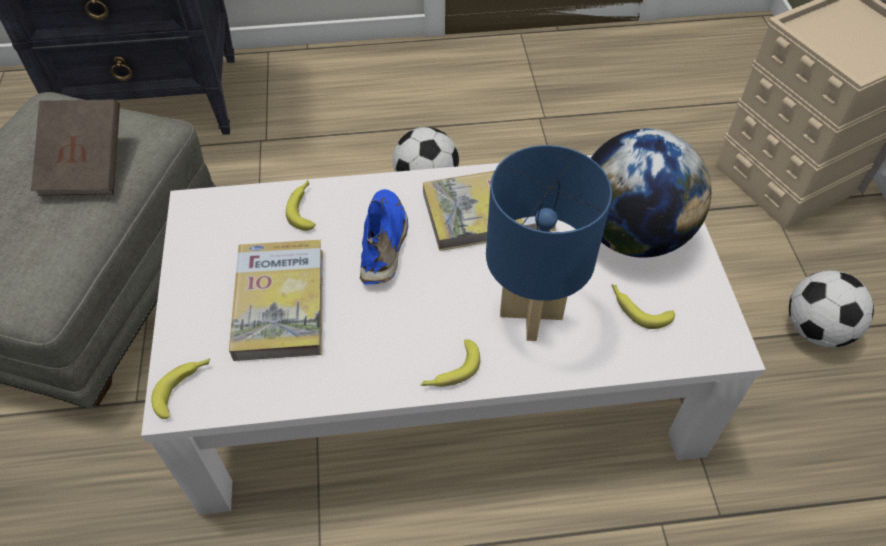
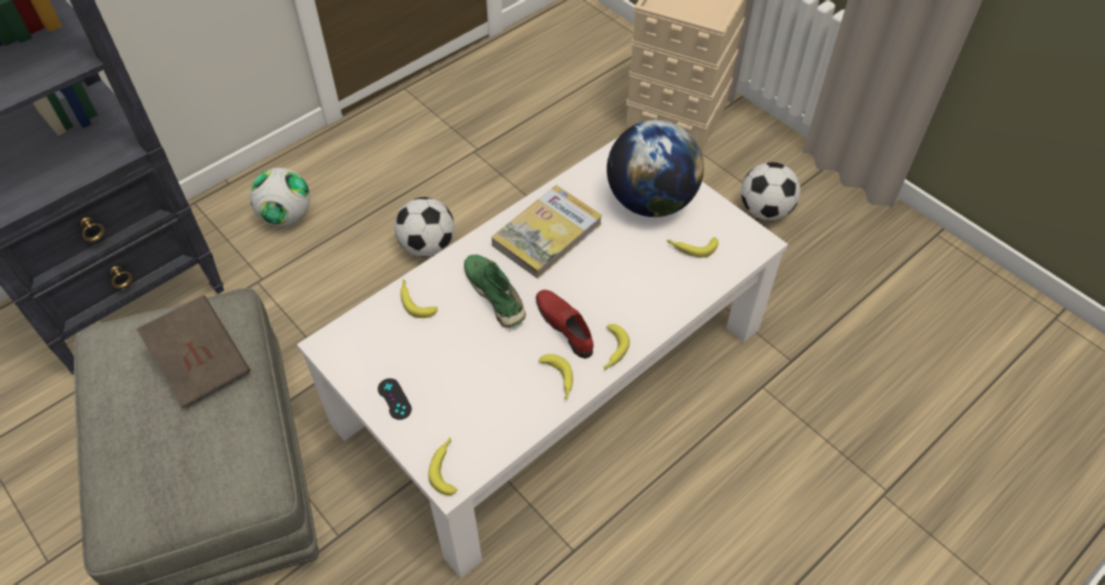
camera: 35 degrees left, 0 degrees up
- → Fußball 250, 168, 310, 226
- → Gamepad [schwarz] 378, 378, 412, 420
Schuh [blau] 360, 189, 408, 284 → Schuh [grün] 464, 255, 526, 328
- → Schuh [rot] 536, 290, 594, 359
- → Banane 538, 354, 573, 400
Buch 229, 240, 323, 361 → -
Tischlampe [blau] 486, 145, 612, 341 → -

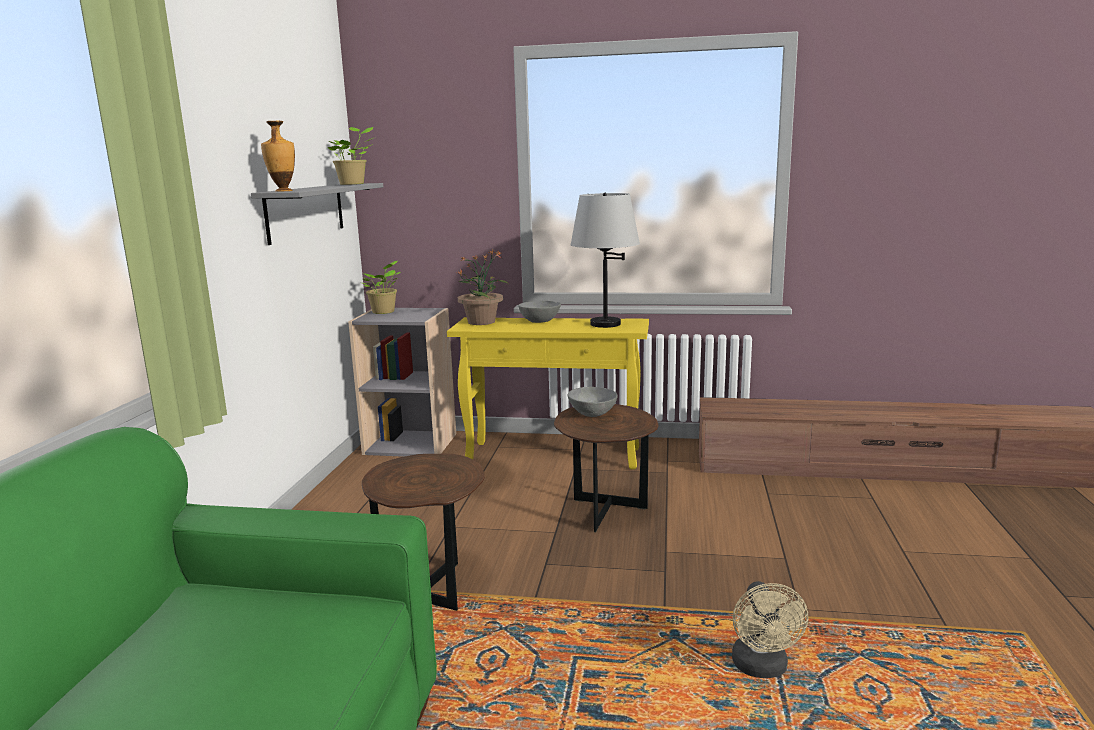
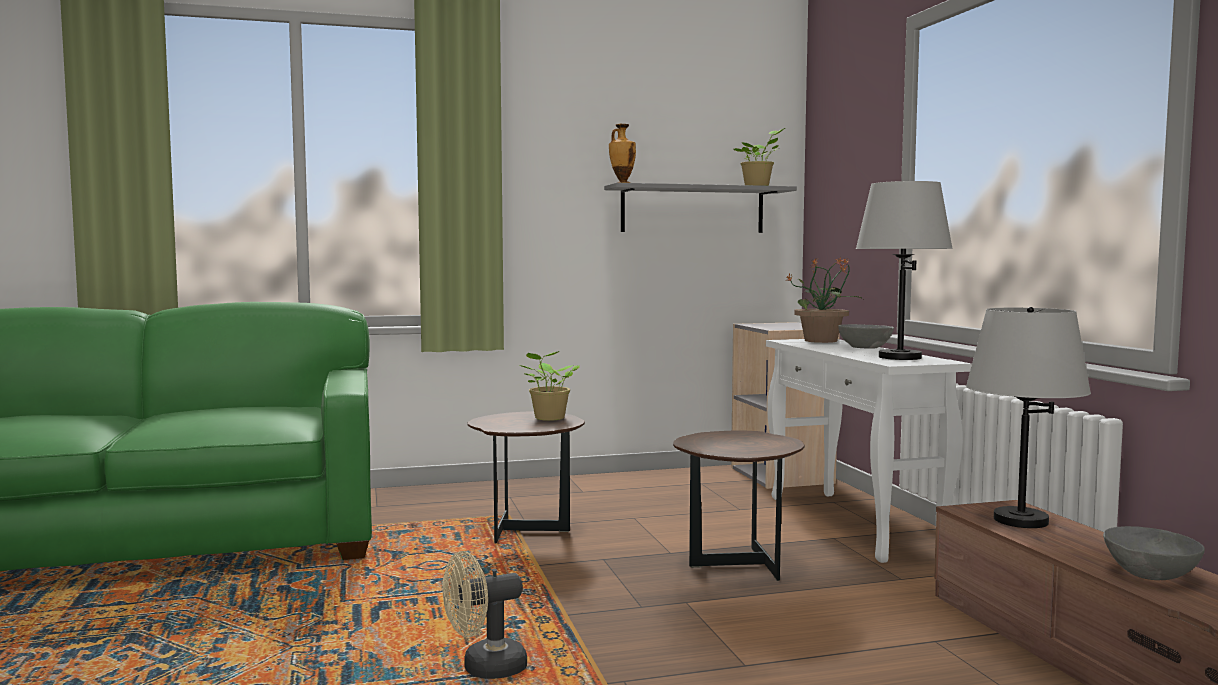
camera: 65 degrees right, 10 degrees down
Topfpflanze 363, 260, 400, 314 → Topfpflanze 519, 351, 580, 421, moved
Konsolentisch [gelb] 447, 317, 649, 469 → Konsolentisch [weiß] 766, 339, 972, 563
- → Tischlampe [grau] 966, 307, 1091, 528
Schüssel [grau] 568, 387, 618, 417 → Schüssel [grau] 1103, 526, 1205, 580, moved

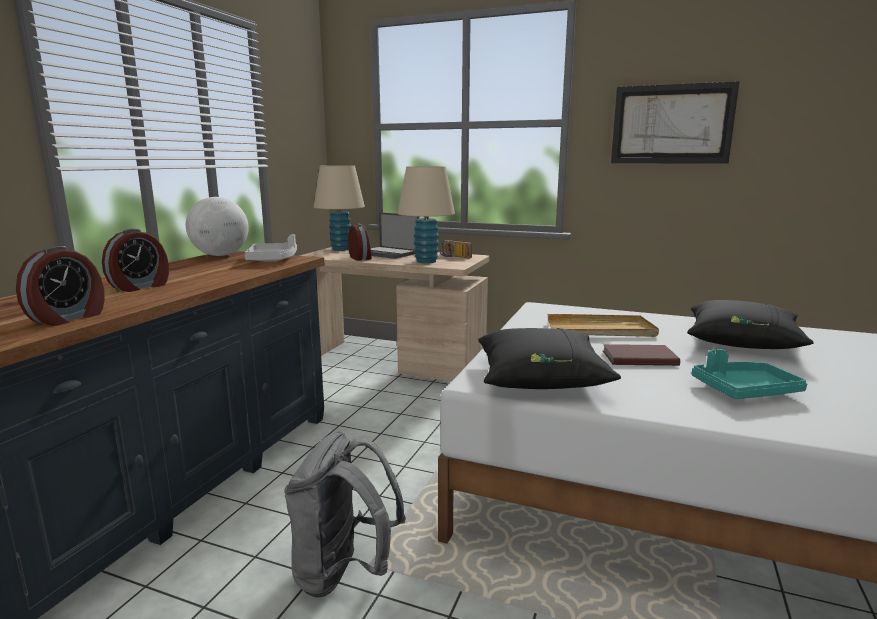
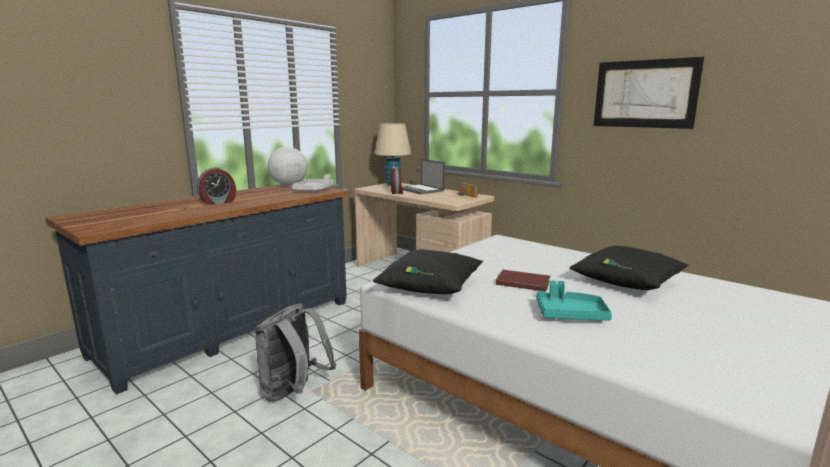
camera: 20 degrees right, 0 degrees up
Wecker 16, 246, 105, 326 → -
Tischlampe [beige] 398, 166, 455, 263 → -
Tablett [beige] 548, 314, 659, 337 → -

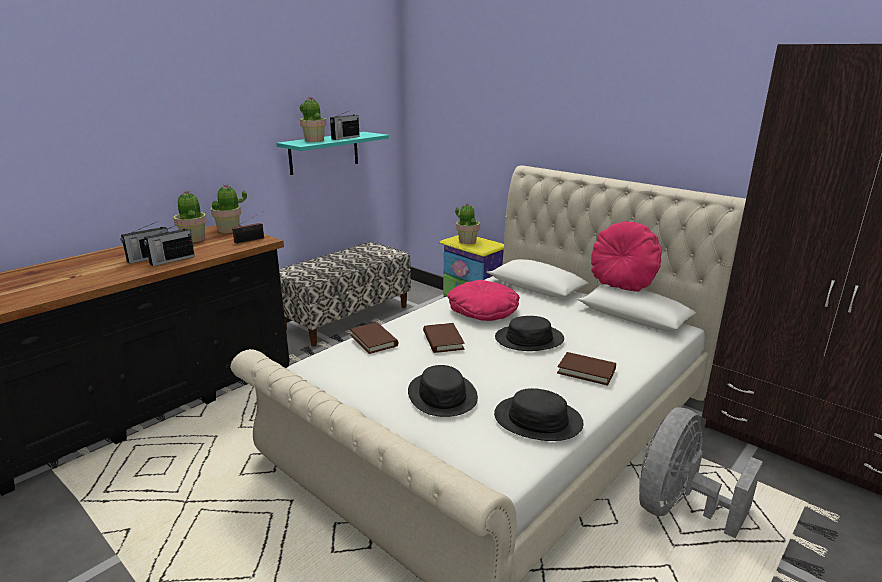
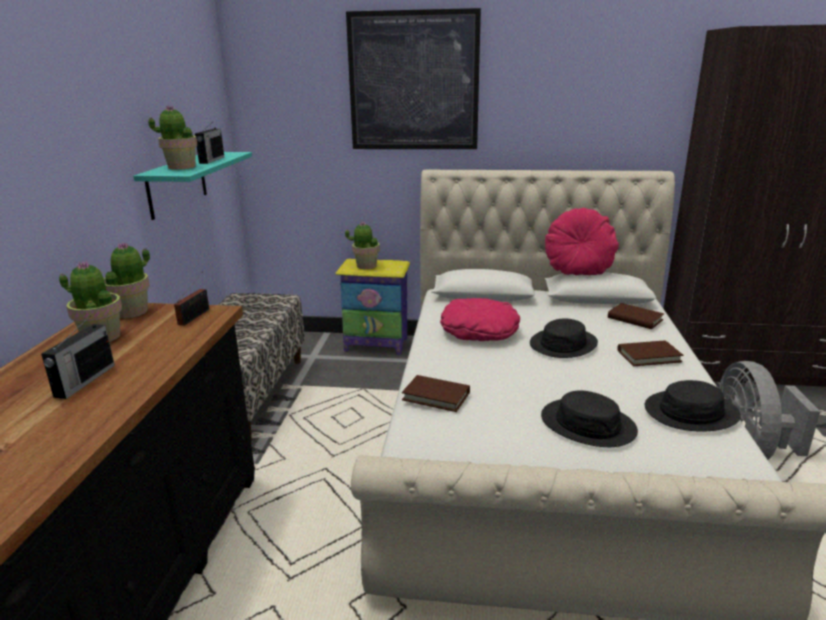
camera: 35 degrees left, 0 degrees up
- → Bild 346, 8, 481, 149
Buch [braun] 423, 323, 465, 353 → Buch [braun] 608, 303, 664, 329, moved
Radio 144, 224, 195, 266 → -

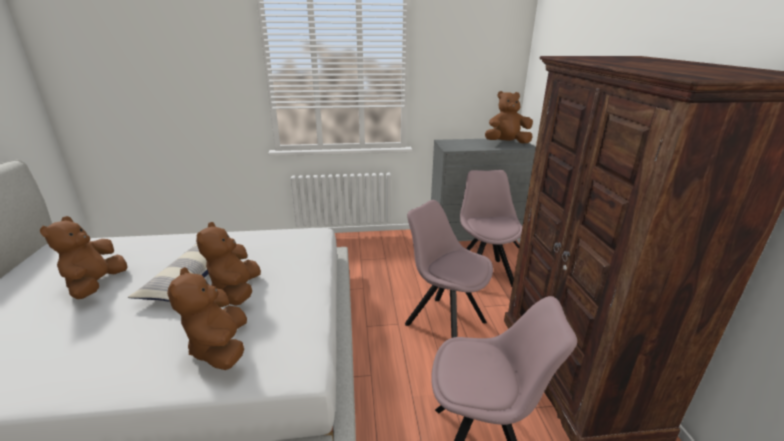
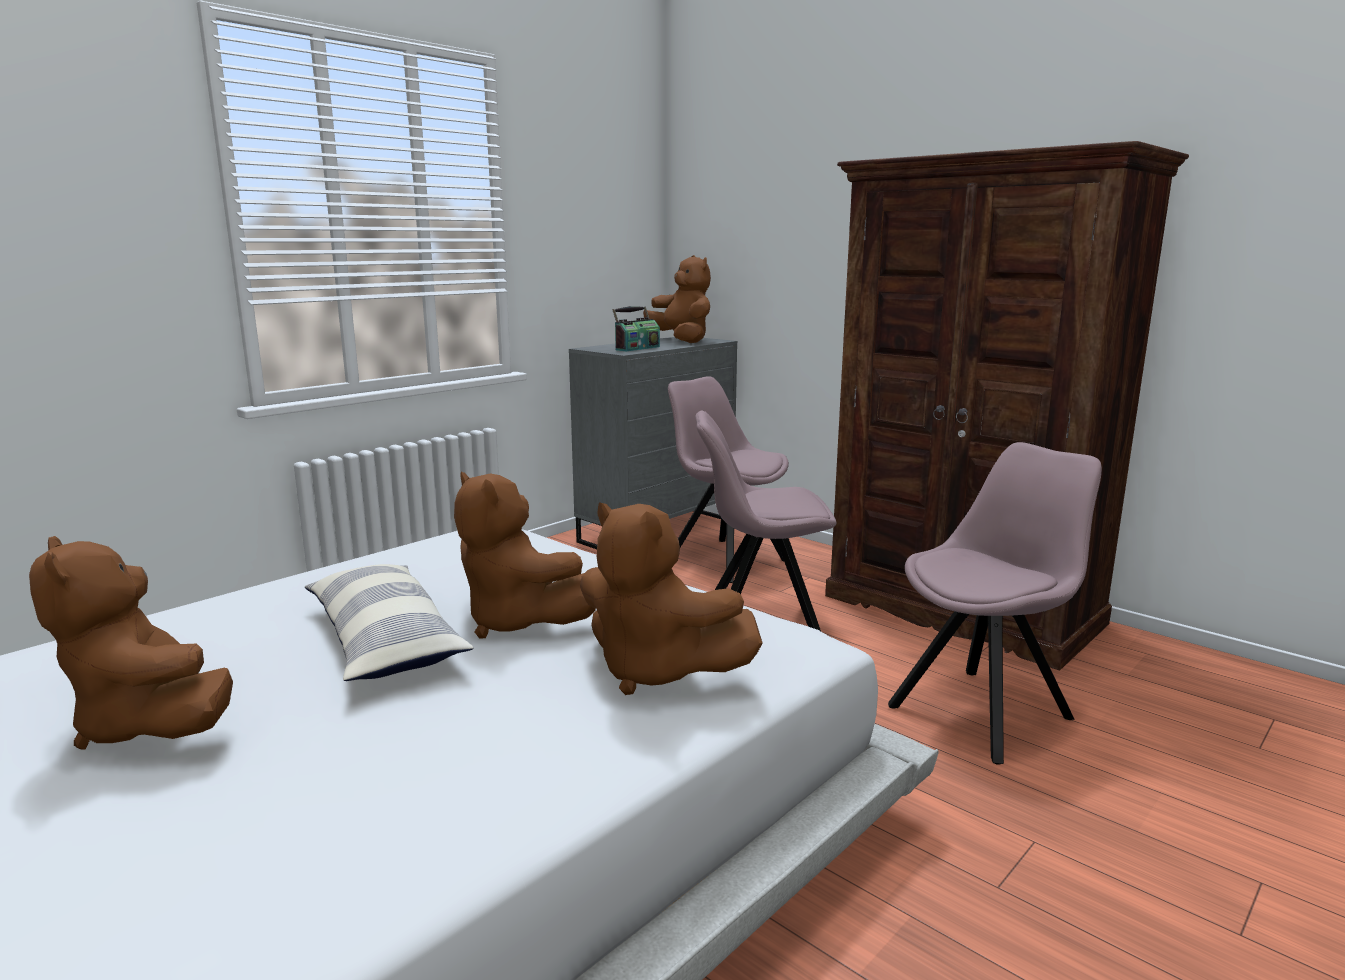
camera: 40 degrees left, 10 degrees down
- → Radio 613, 306, 660, 351
Plüschtier [braun] 485, 91, 533, 143 → Plüschtier [braun] 643, 255, 711, 343, 105 degrees clockwise

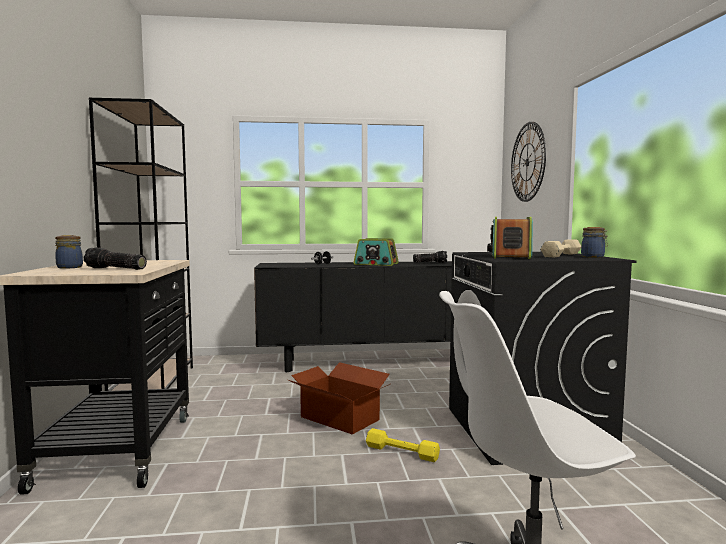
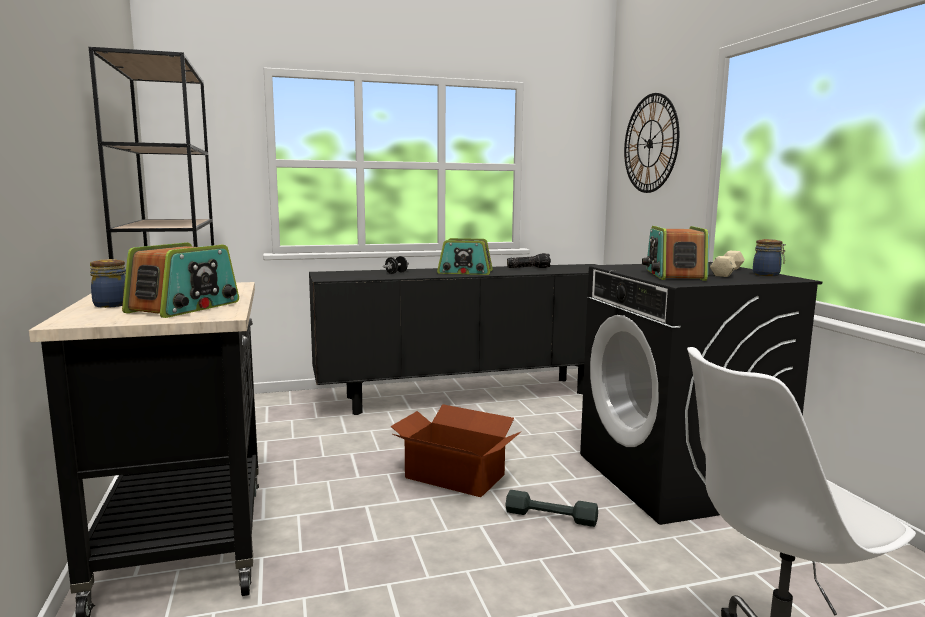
camera: 10 degrees left, 5 degrees up
Taschenlampe 84, 247, 147, 270 → Radio 122, 242, 239, 318
Hantel [gelb] 366, 428, 440, 462 → Hantel [grau] 506, 490, 598, 527

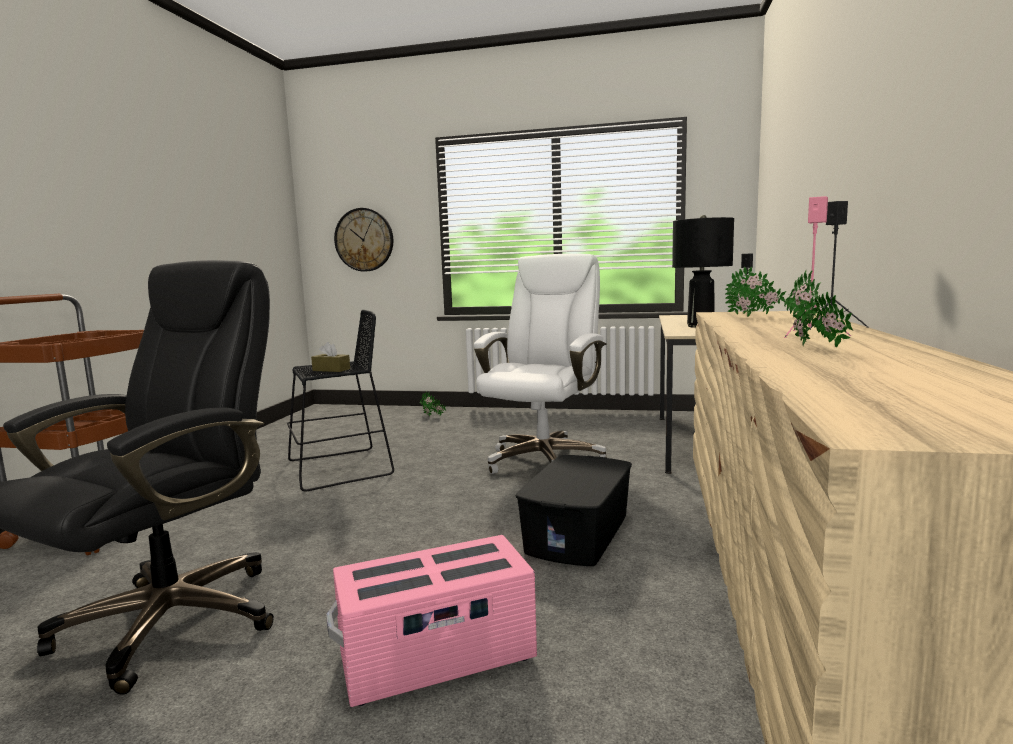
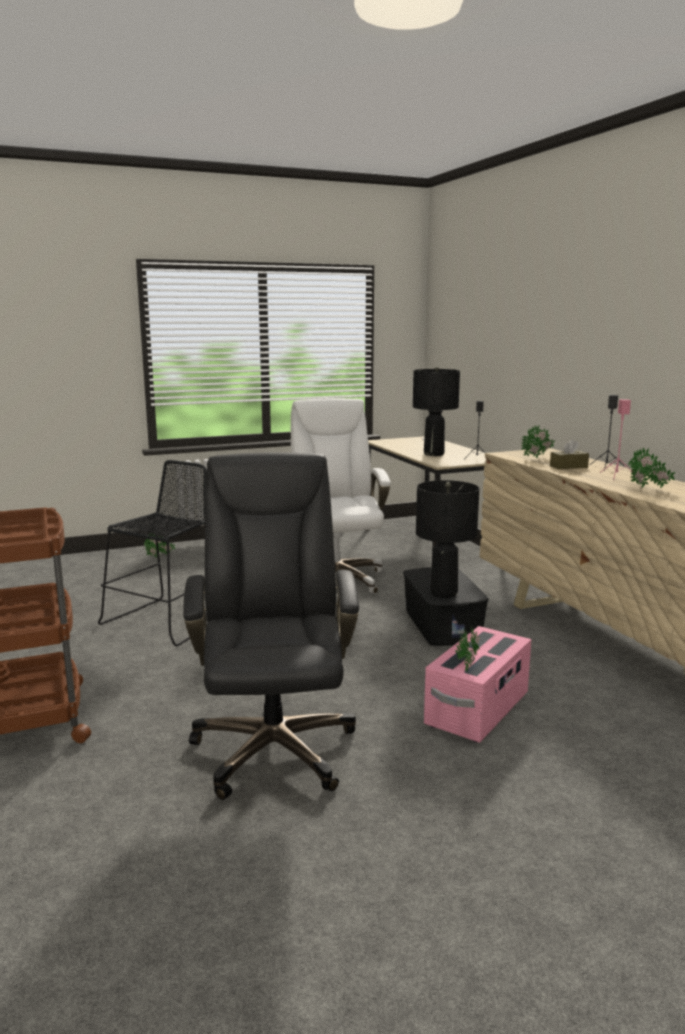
camera: 35 degrees left, 5 degrees up
- → Tischlampe [schwarz] 416, 480, 479, 598
- → Topfpflanze 454, 625, 480, 671
Taschentuchbox [braun] 311, 342, 350, 372 → Taschentuchbox [braun] 550, 439, 589, 469, moved
Wanduhr 334, 208, 393, 272 → -

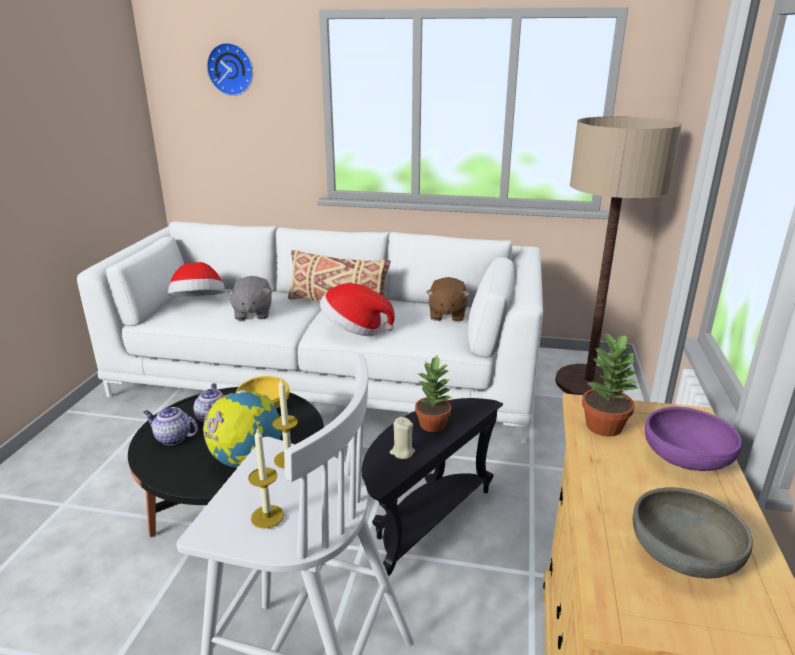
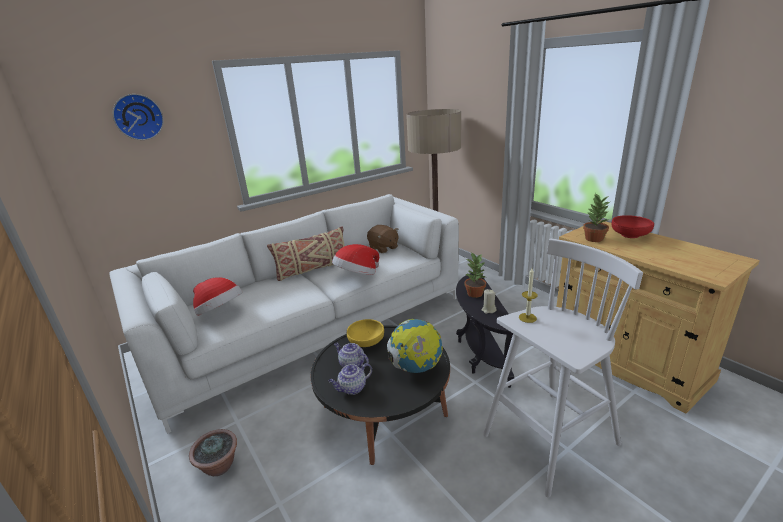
camera: 45 degrees left, 0 degrees up
- → Topfpflanze 189, 429, 237, 476
Schüssel [lila] 645, 407, 742, 471 → Schüssel [rot] 612, 215, 654, 238
Plüschtier [grau] 227, 276, 272, 320 → -
Kerze 248, 428, 284, 529 → -
Schüssel [grau] 633, 487, 753, 579 → -

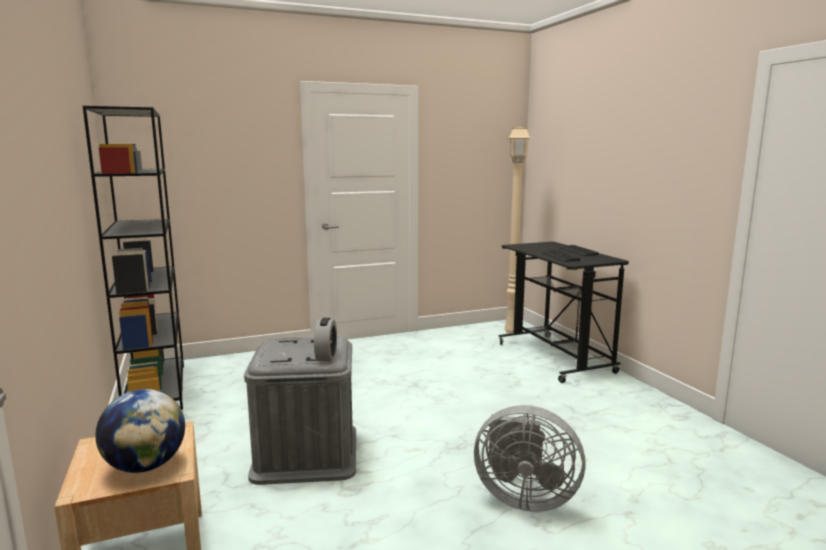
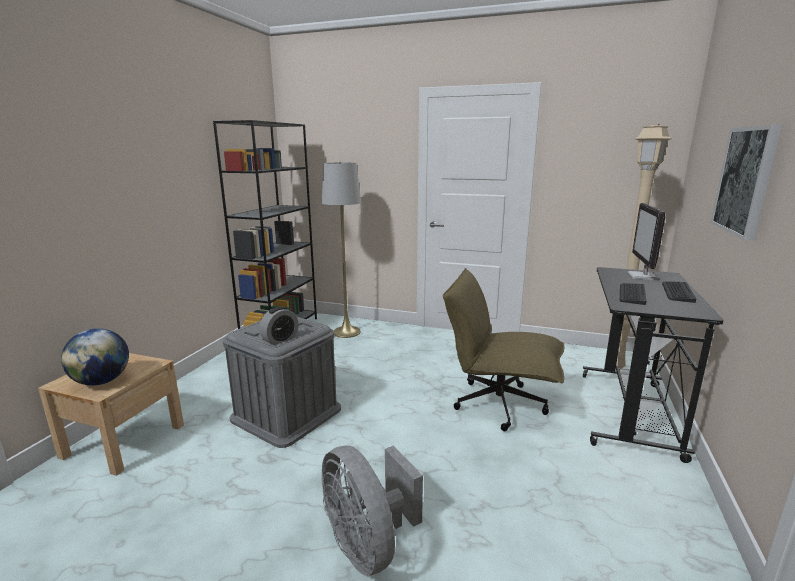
camera: 40 degrees right, 5 degrees up
- → Stehlampe [grau] 322, 162, 361, 338
- → Bürostuhl [beige] 443, 268, 564, 431
- → Monitor 627, 203, 665, 280
- → Bild 711, 124, 782, 241

